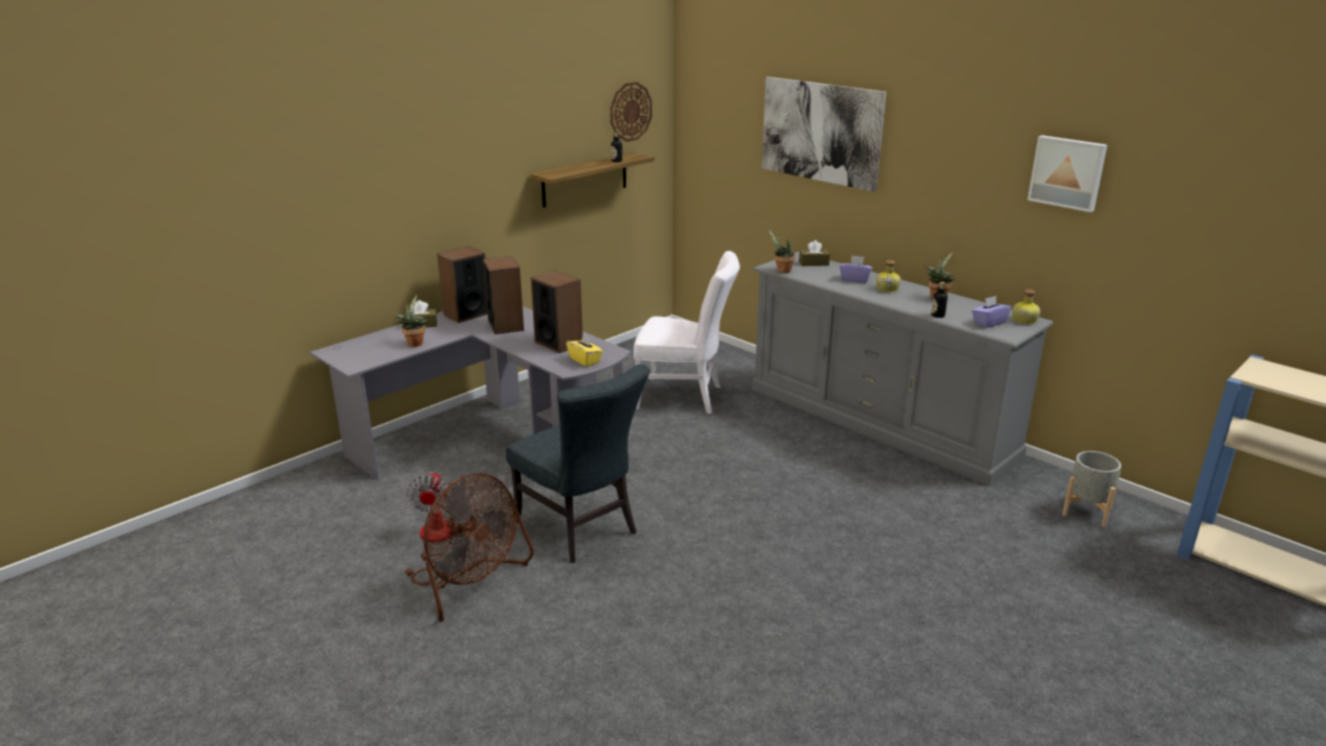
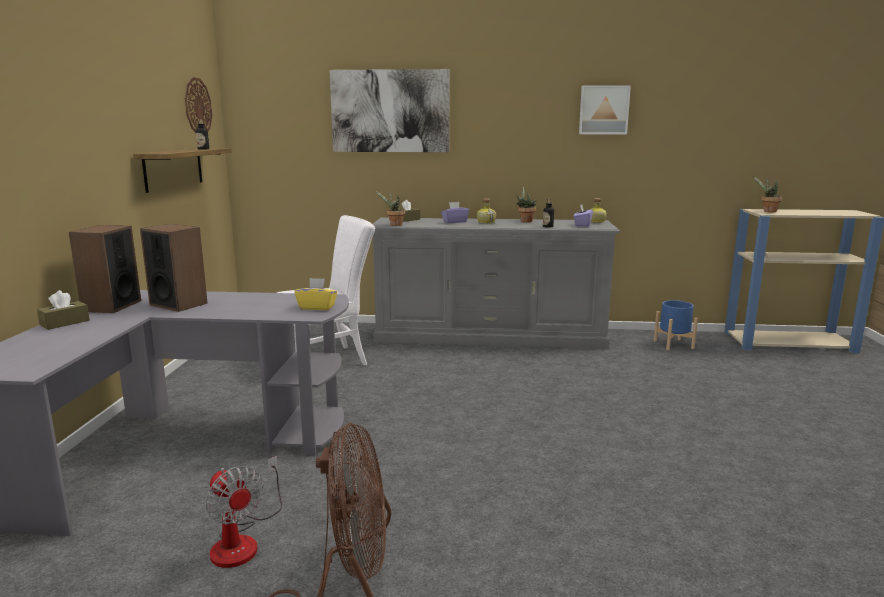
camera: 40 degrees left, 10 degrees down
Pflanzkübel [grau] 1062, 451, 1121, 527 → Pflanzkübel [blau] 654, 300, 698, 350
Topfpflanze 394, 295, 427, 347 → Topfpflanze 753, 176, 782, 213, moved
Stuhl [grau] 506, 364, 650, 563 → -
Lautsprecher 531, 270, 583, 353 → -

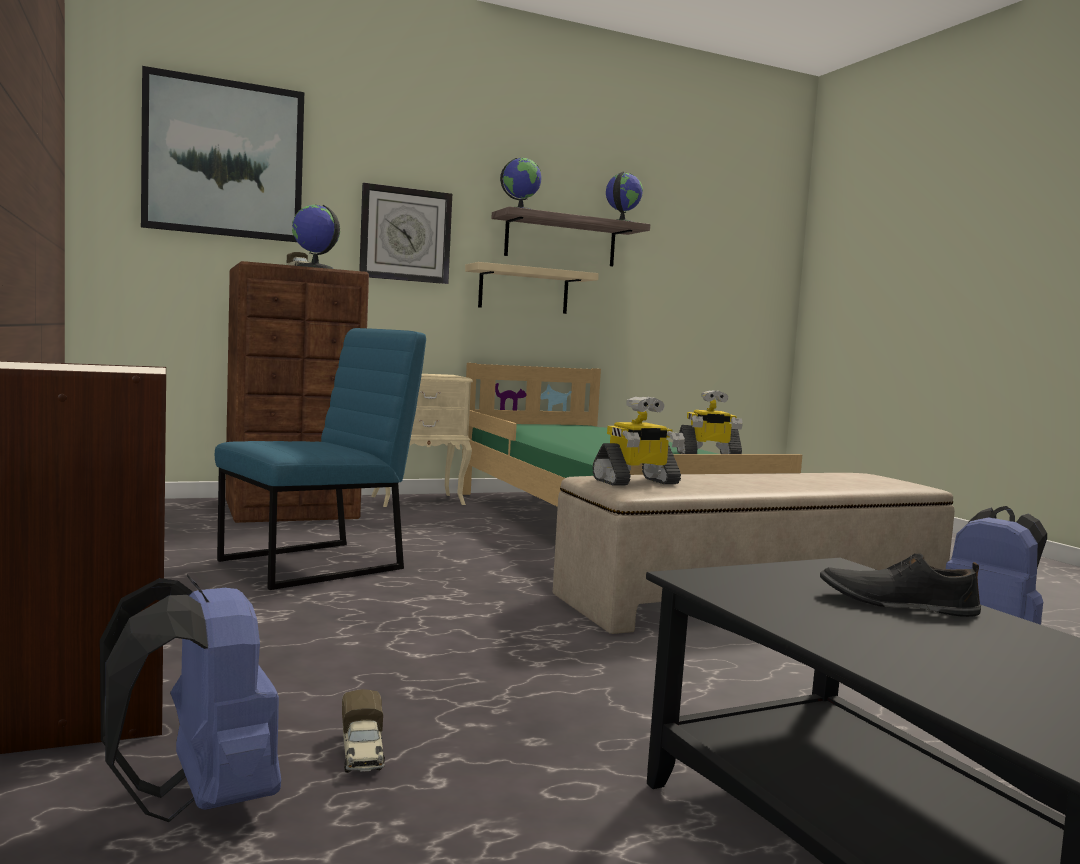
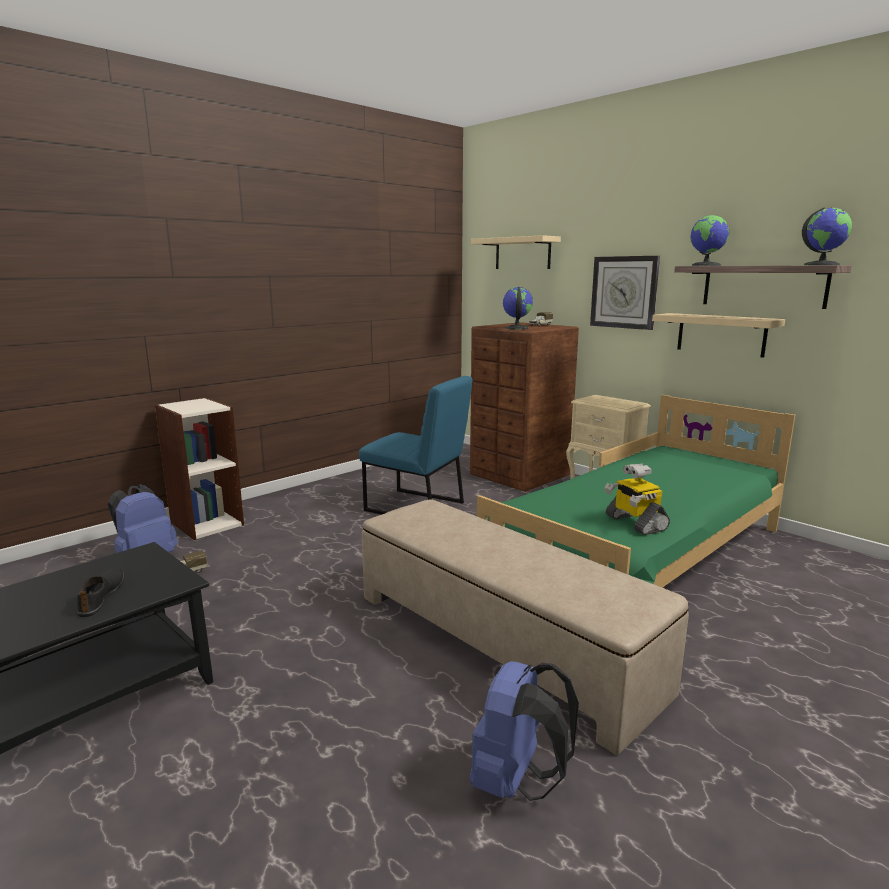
camera: 70 degrees right, 10 degrees up
Bild 141, 66, 304, 242 → Wandregal [beige] 471, 235, 561, 269
Spielzeugroboter 592, 397, 685, 485 → -

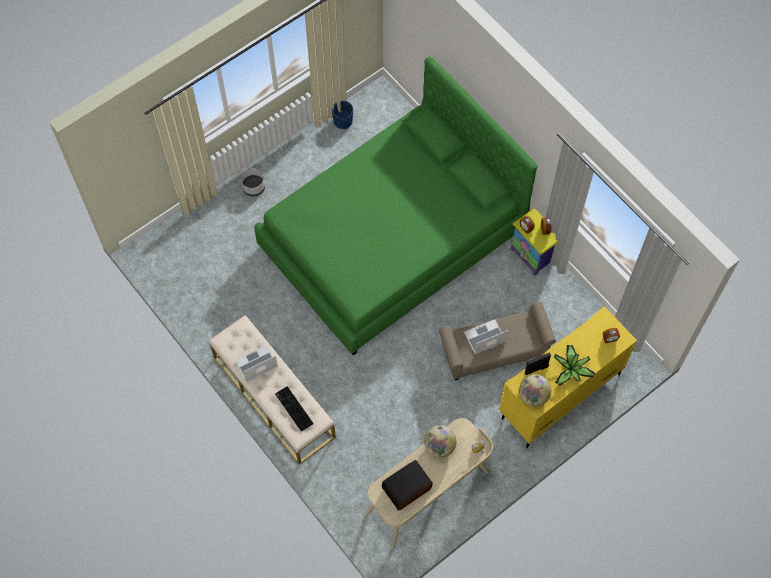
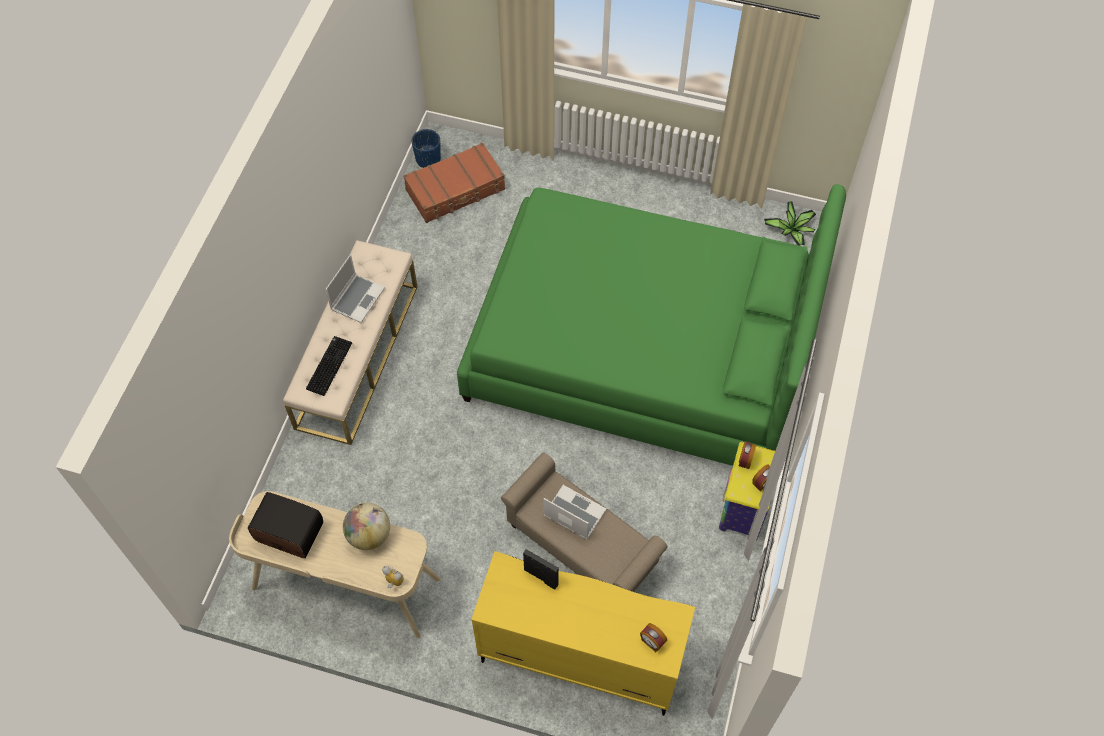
camera: 55 degrees right, 5 degrees down
Laptop 235, 345, 278, 382 → Laptop 325, 254, 385, 323, 90 degrees clockwise
- → Koffer [braun] 403, 143, 505, 223
Pflanzkübel [blau] 332, 100, 353, 129 → Pflanzkübel [blau] 411, 129, 441, 168, moved
Topfpflanze 554, 345, 595, 386 → Topfpflanze 764, 202, 816, 245, moved
Pflanzkübel [grau] 241, 169, 265, 196 → -
Globus 519, 374, 551, 406 → -

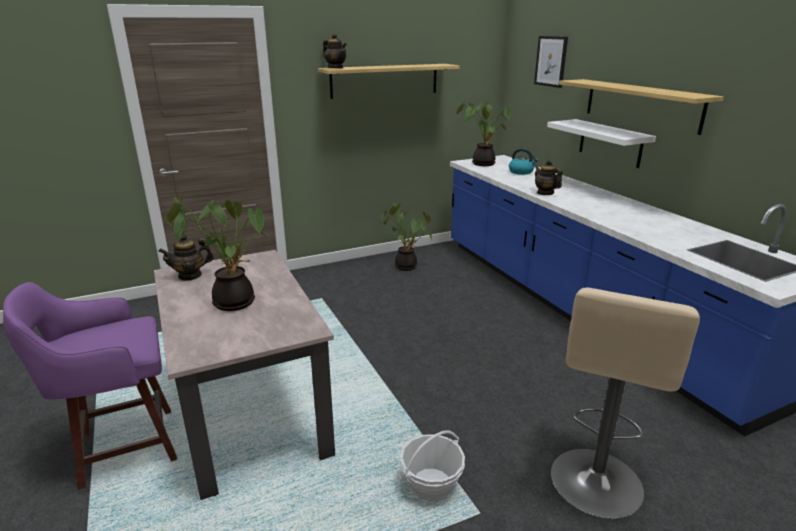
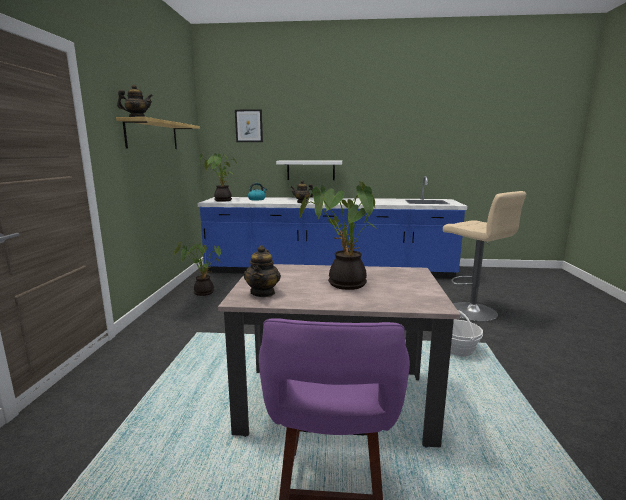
camera: 60 degrees left, 10 degrees down
Wandregal 559, 79, 724, 135 → -

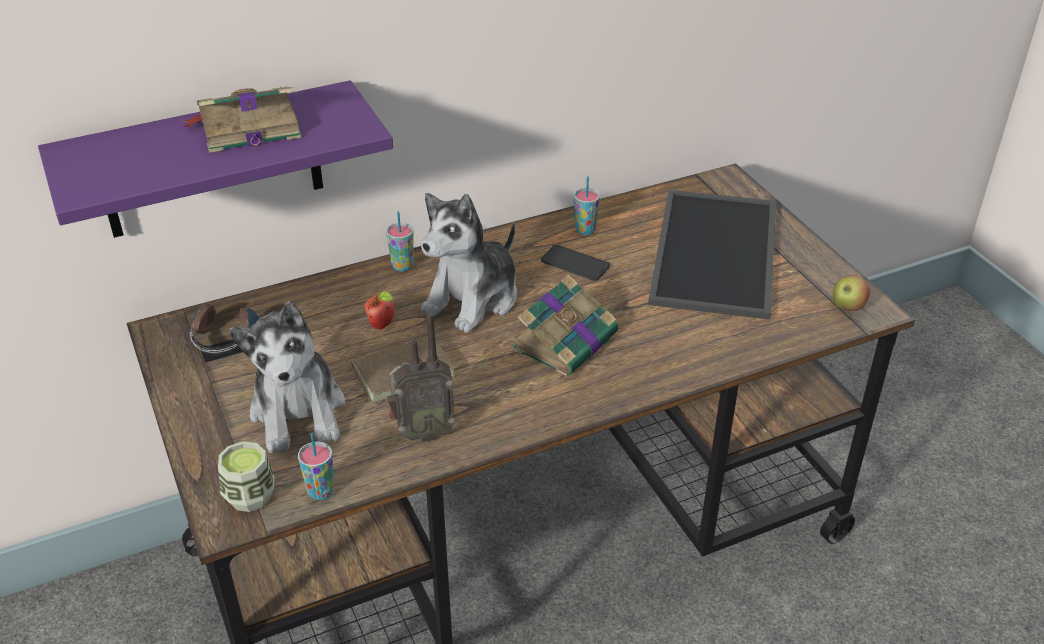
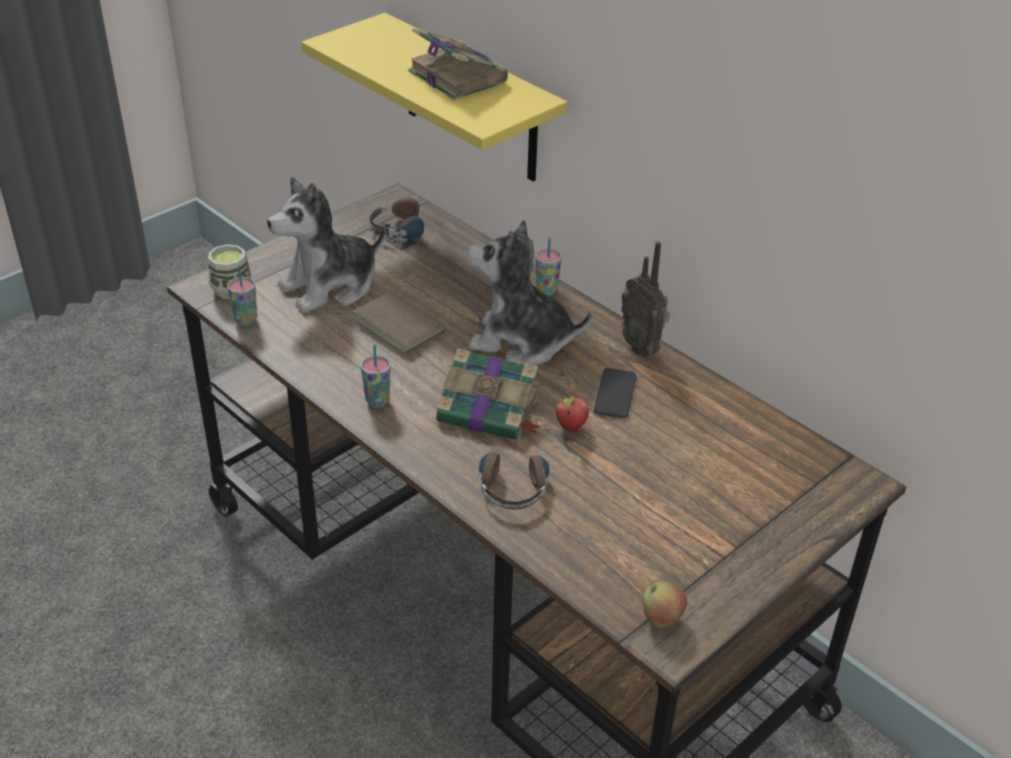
camera: 70 degrees right, 0 degrees up
Wandregal [lila] 38, 80, 393, 238 → Wandregal [gelb] 301, 13, 568, 182
Tasse 574, 177, 600, 235 → Tasse 361, 345, 391, 408, moved
- → Kopfhörer 479, 438, 549, 510
Apfel 364, 291, 394, 329 → Apfel 556, 395, 589, 432, moved
Radio 387, 313, 455, 442 → Radio 621, 241, 670, 357, moved
Tablett 648, 190, 776, 320 → -

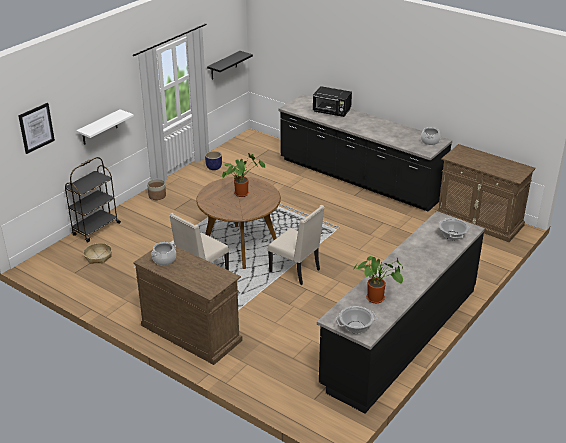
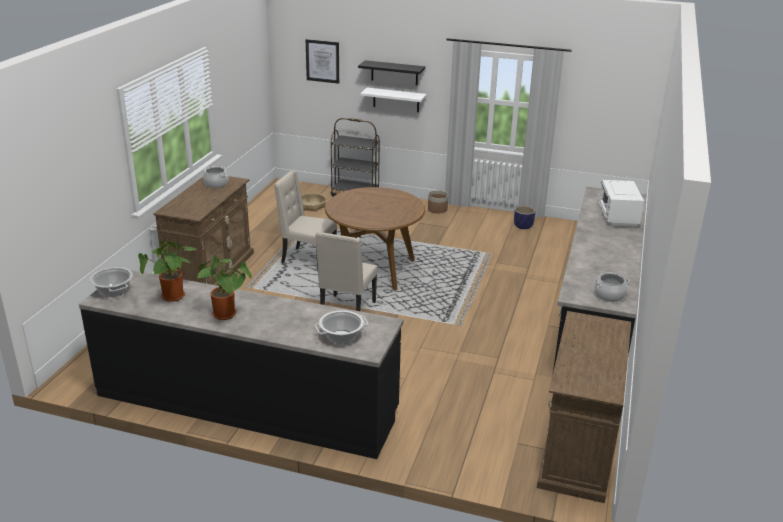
camera: 70 degrees right, 5 degrees down
Topfpflanze 222, 153, 265, 197 → Topfpflanze 197, 255, 252, 320, moved
Wandregal [schwarz] 207, 51, 253, 80 → Wandregal [schwarz] 358, 60, 425, 85, moved
Mikrowelle [schwarz] 313, 86, 352, 117 → Mikrowelle [weiß] 599, 180, 644, 227

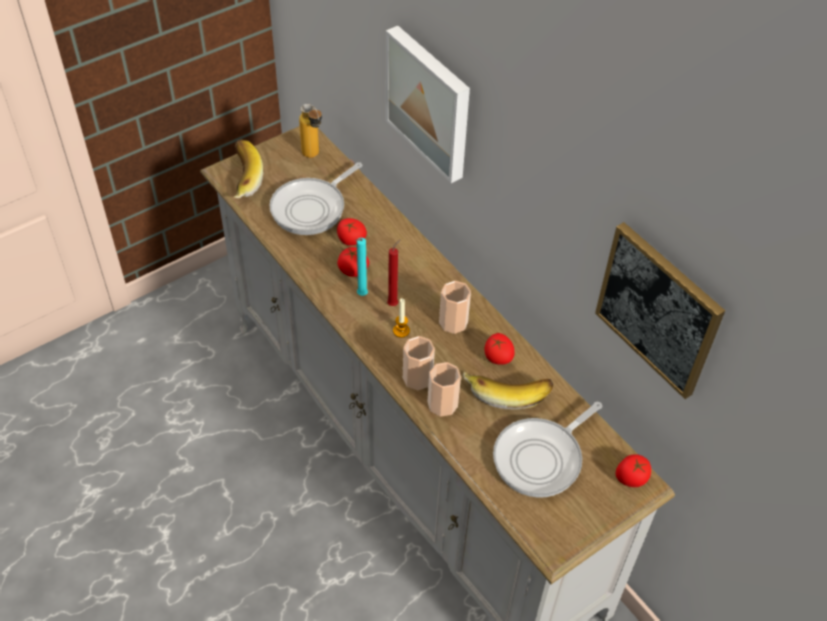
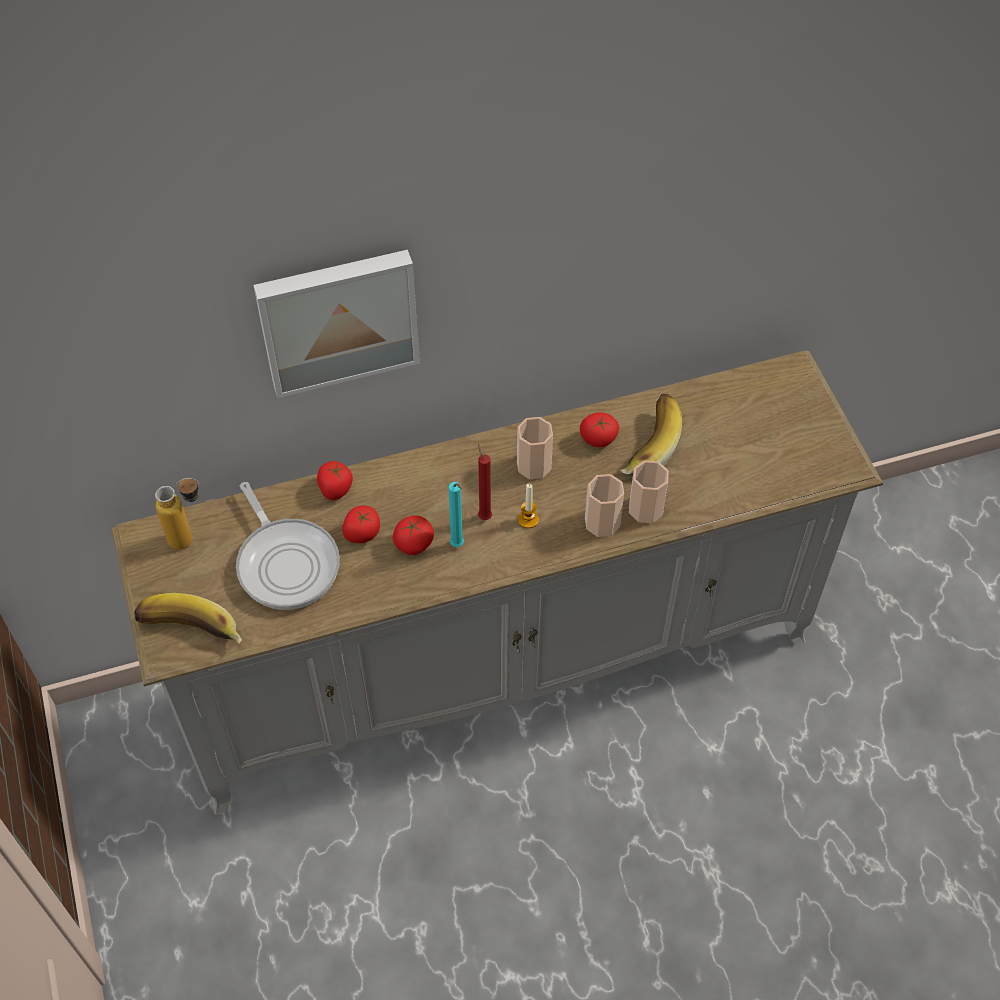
camera: 70 degrees left, 5 degrees up
Tomate 616, 454, 651, 487 → Tomate 317, 461, 353, 500, moved
Pfanne 493, 402, 602, 498 → -
Bild 595, 222, 725, 399 → -

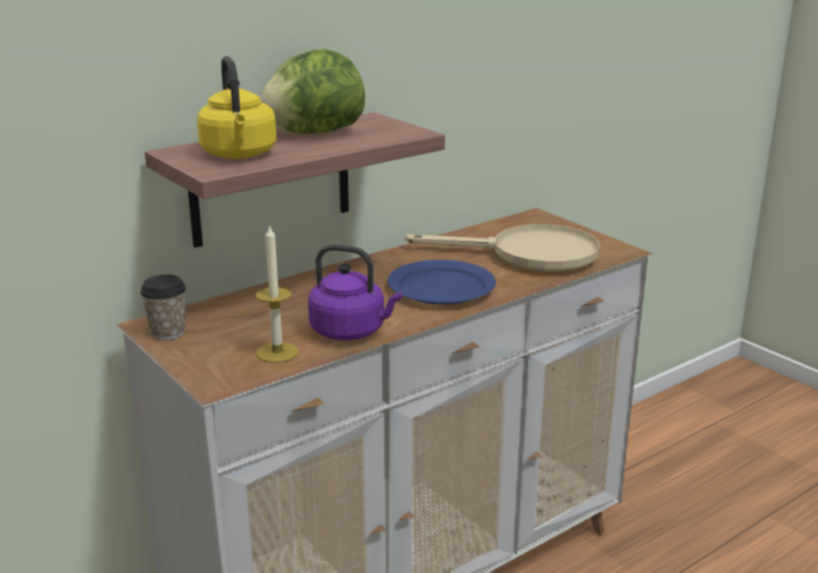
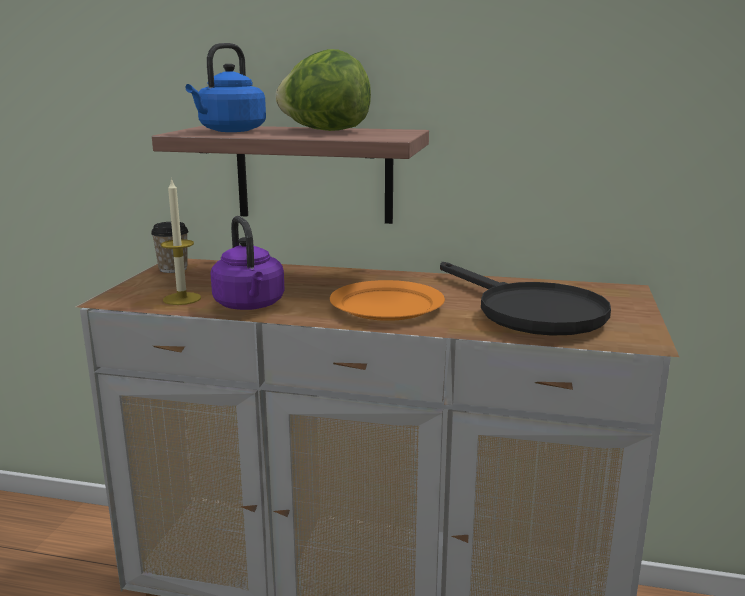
camera: 50 degrees right, 5 degrees down
Wasserkessel [gelb] 197, 56, 276, 159 → Wasserkessel [blau] 185, 43, 266, 132
Teller [blau] 388, 260, 496, 305 → Teller [orange] 330, 280, 445, 321
Pfanne [beige] 405, 224, 600, 271 → Pfanne [schwarz] 440, 262, 611, 336

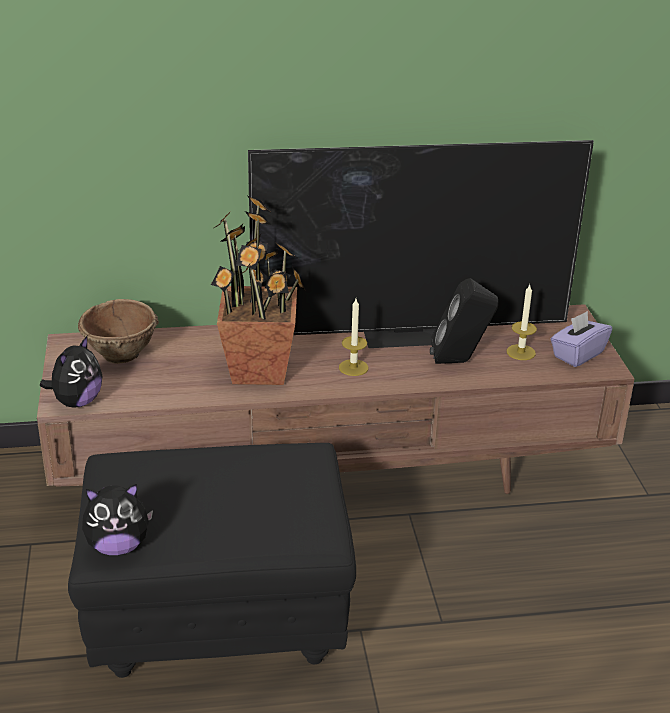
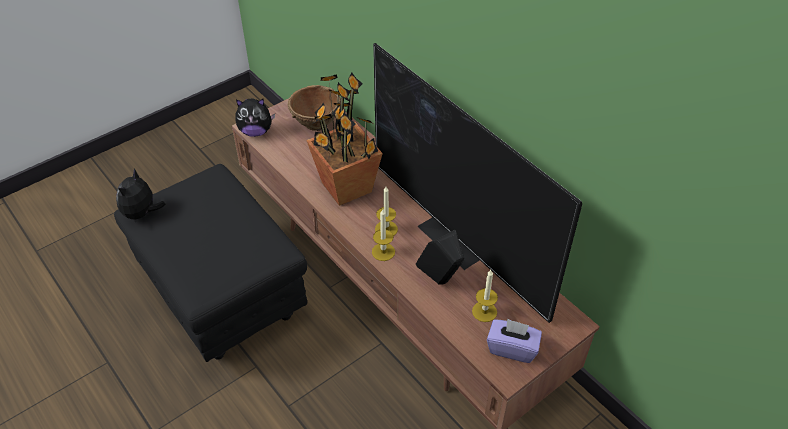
camera: 60 degrees right, 15 degrees up
Plüschtier 82, 484, 153, 555 → Plüschtier 116, 168, 165, 221, 60 degrees clockwise
- → Kerze 372, 209, 395, 261

